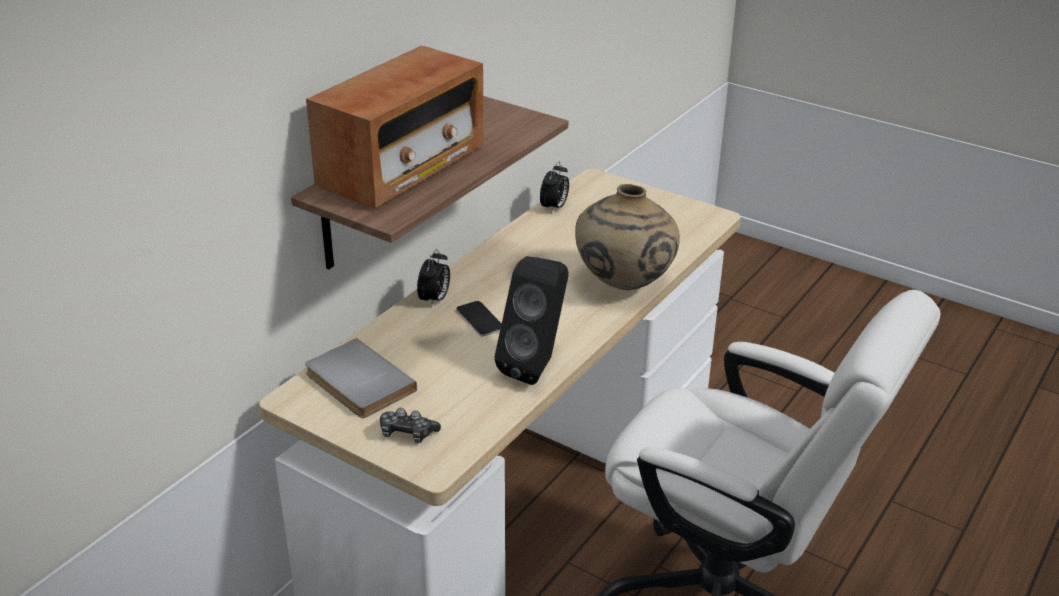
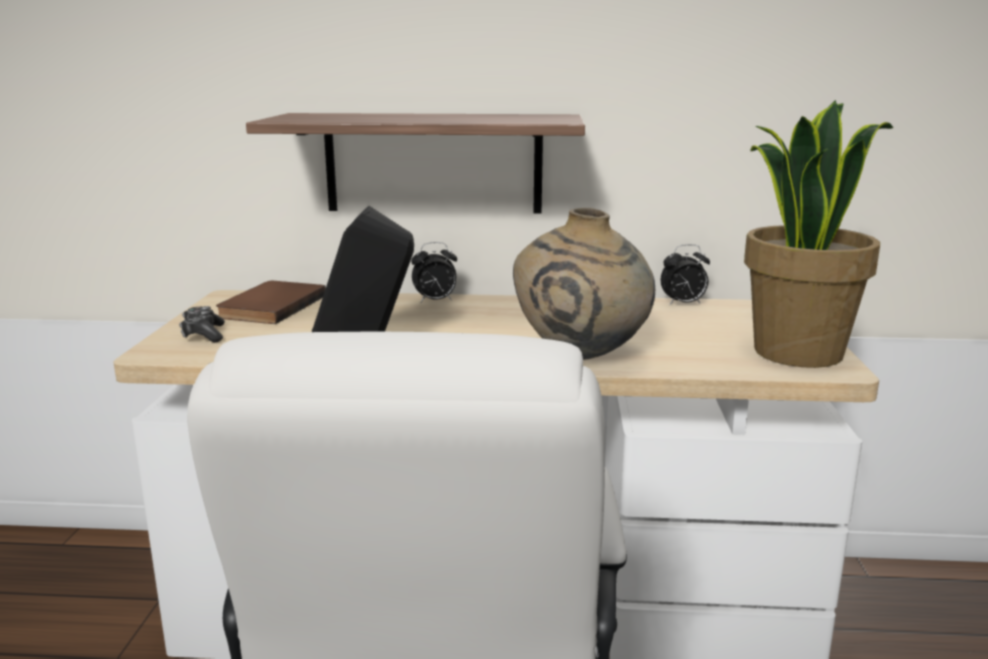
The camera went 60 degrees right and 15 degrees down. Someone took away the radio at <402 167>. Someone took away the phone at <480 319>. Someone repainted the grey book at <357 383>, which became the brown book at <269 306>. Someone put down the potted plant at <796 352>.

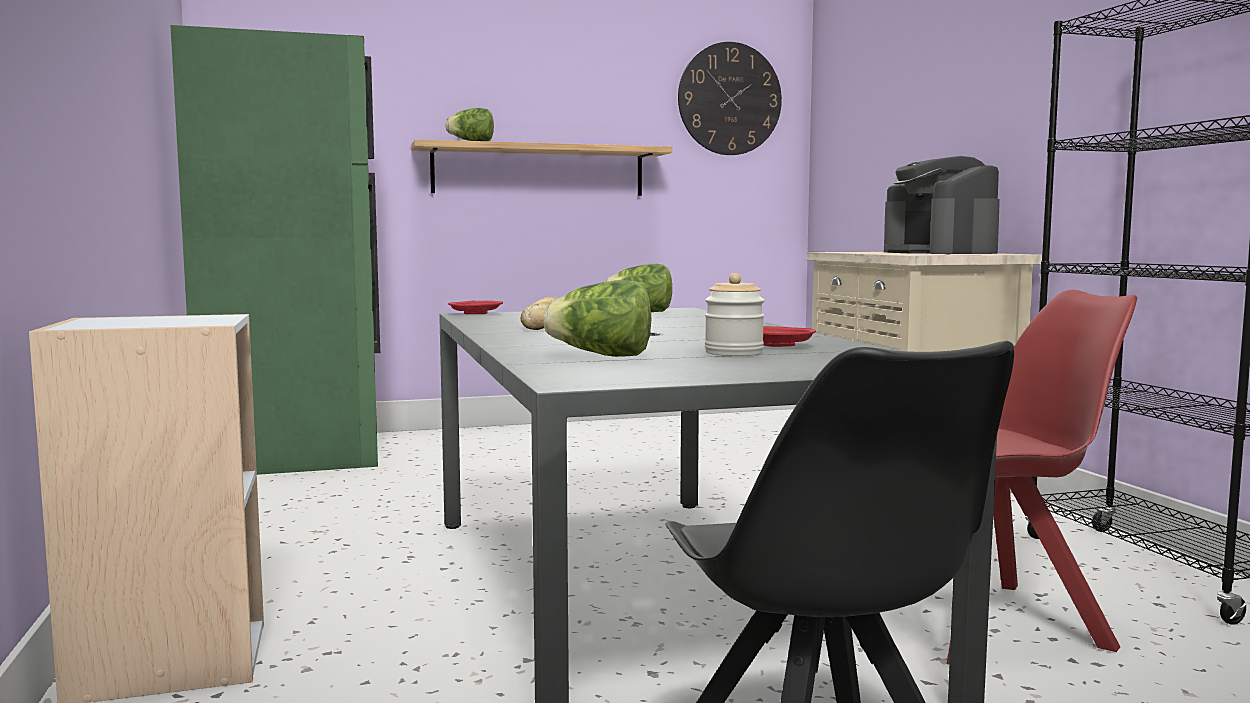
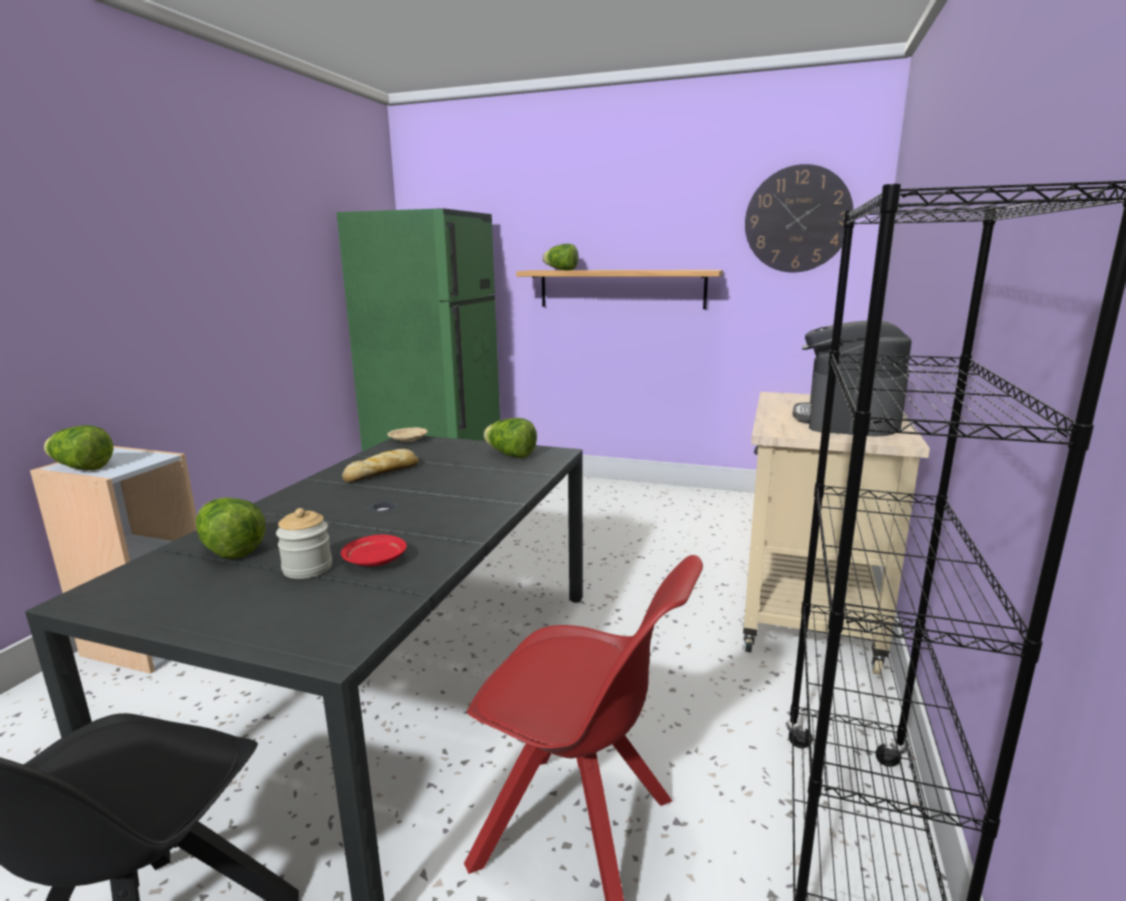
The camera went 35 degrees right and 10 degrees up. Someone repainted the red plate at <476 314>, which became the beige plate at <409 440>. Someone put down the lettuce at <82 468>.

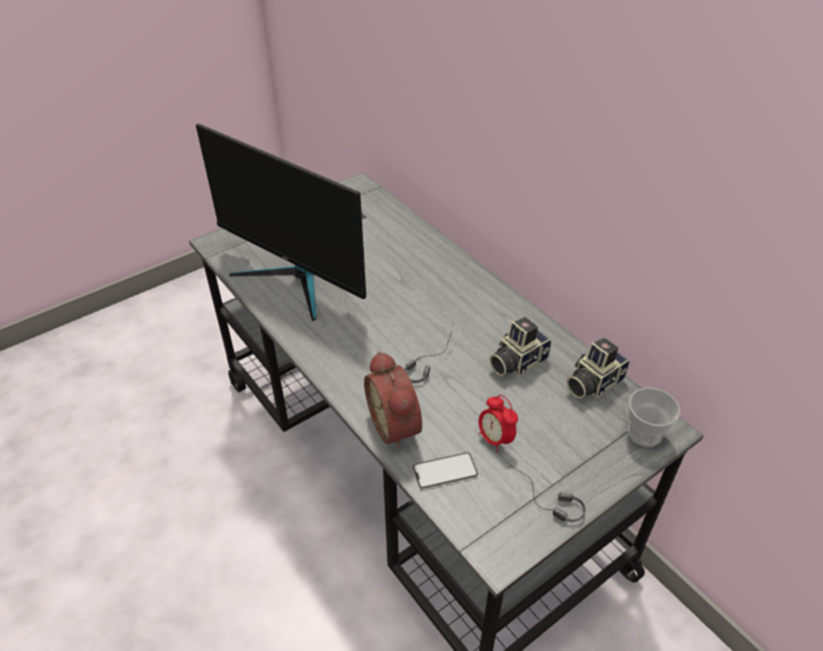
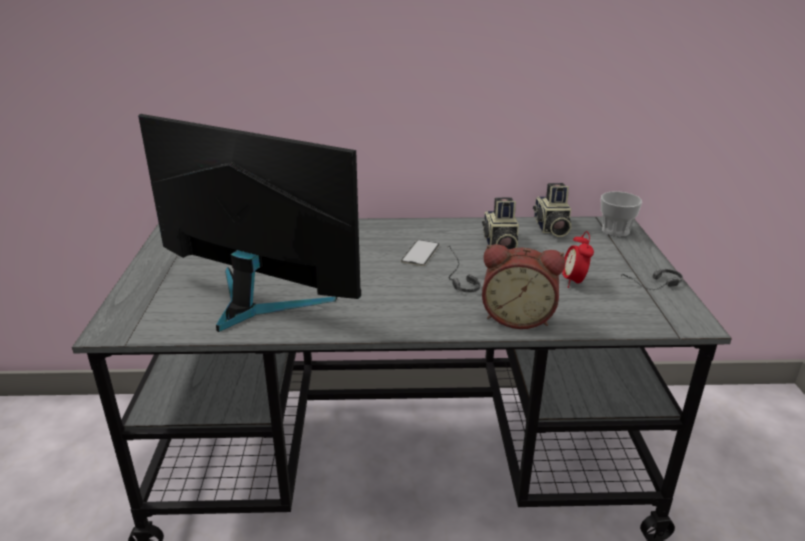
The camera went 55 degrees left and 15 degrees down. Someone rotated the monitor at <295 279> by 135 degrees counterclockwise. Someone rotated the alarm clock at <495 439> by 90 degrees clockwise. Someone carried the phone from <445 471> to <420 253>.

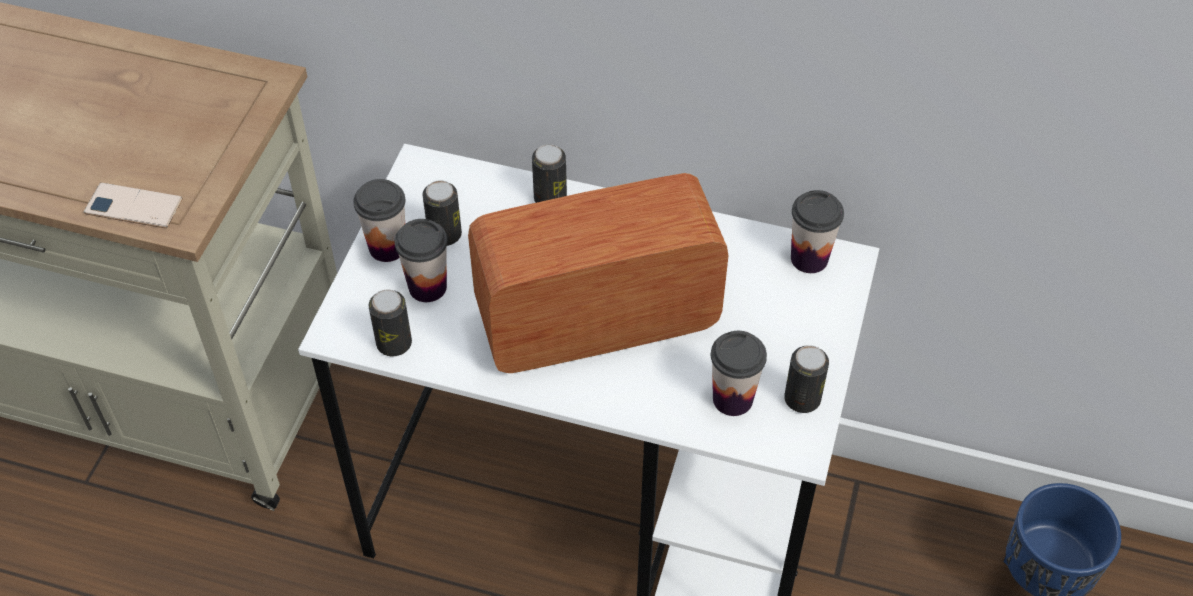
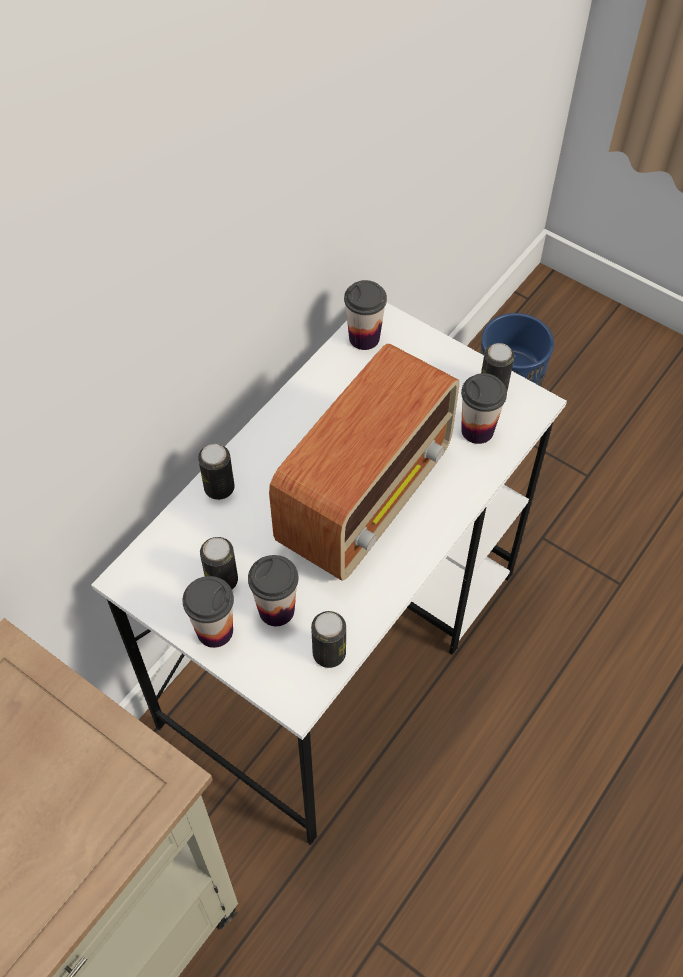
The camera went 70 degrees left and 5 degrees up. Someone rotated the radio at <594 321> by 150 degrees counterclockwise. Someone took away the phone at <133 206>.

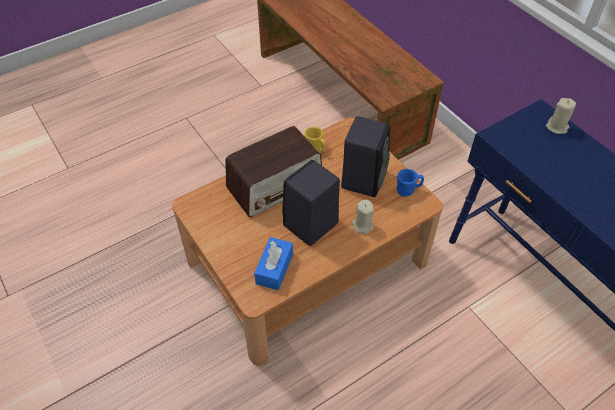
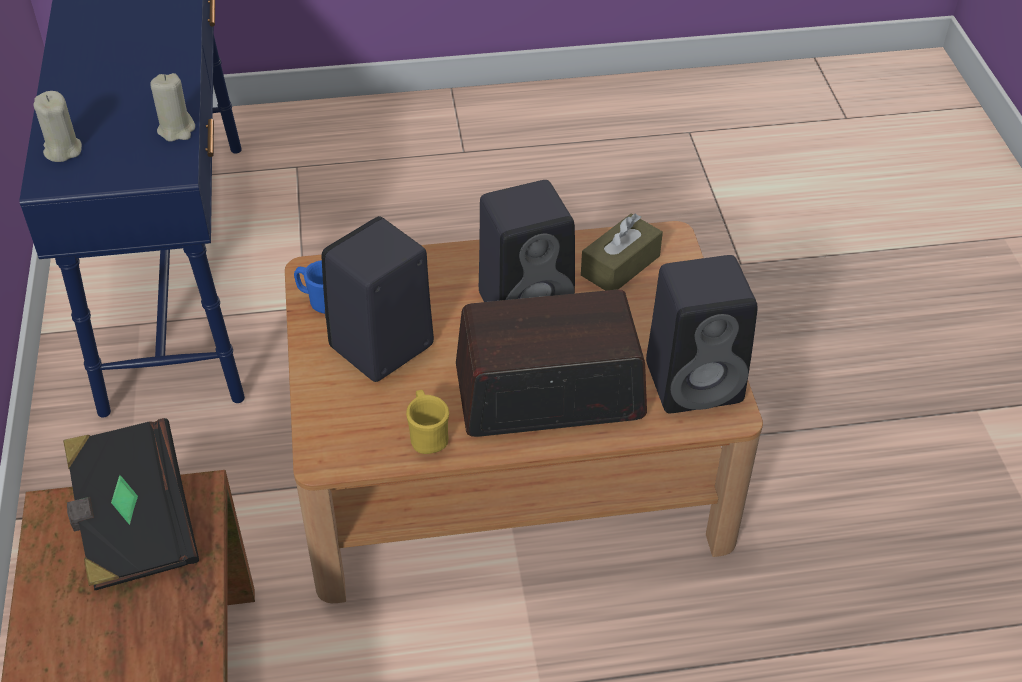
The camera went 155 degrees left and 5 degrees down. Someone carried the beige candle from <362 225> to <176 130>. Someone repainted the blue tissue box at <274 268>, which became the brown tissue box at <620 265>. Someone put down the black speaker at <696 381>. Someone put down the black book at <134 523>.

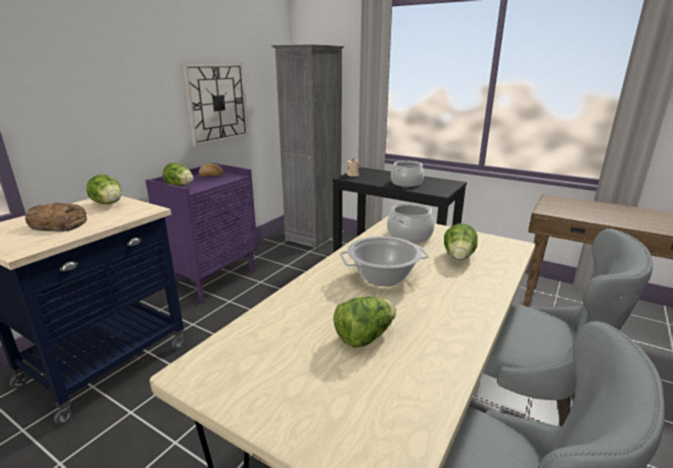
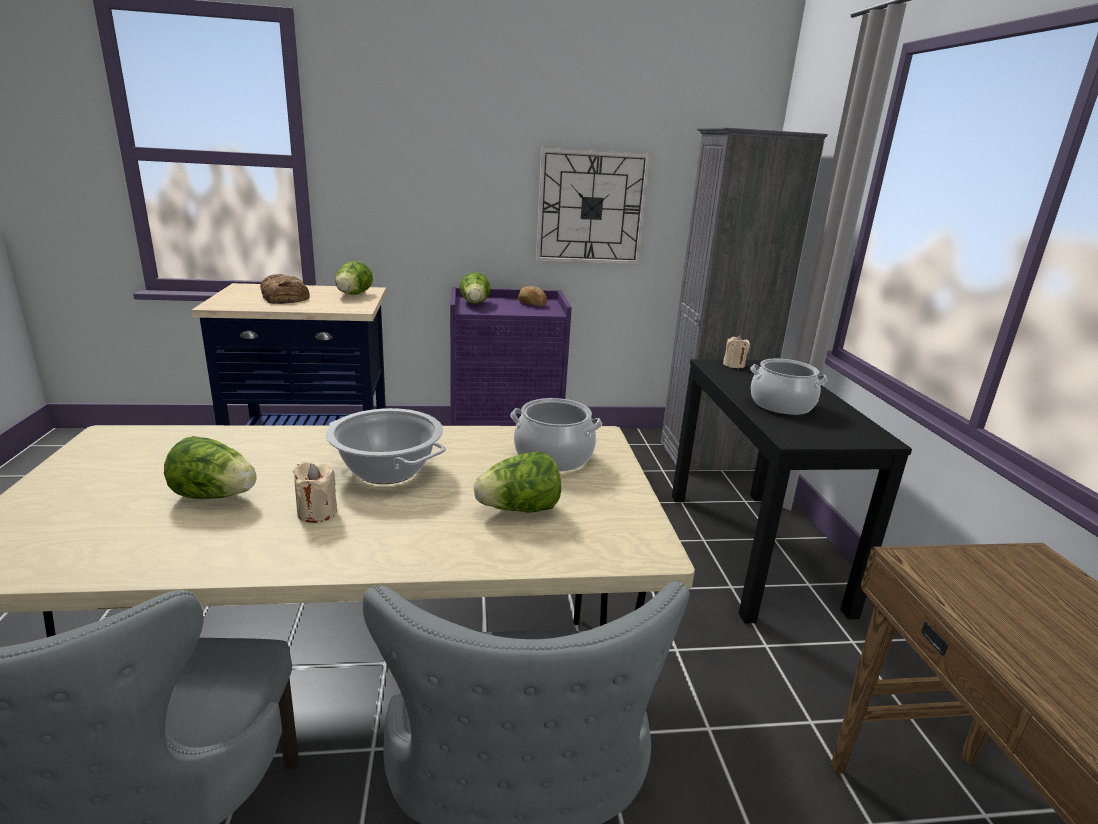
The camera went 50 degrees right and 0 degrees up. Someone put down the beige candle at <317 512>.

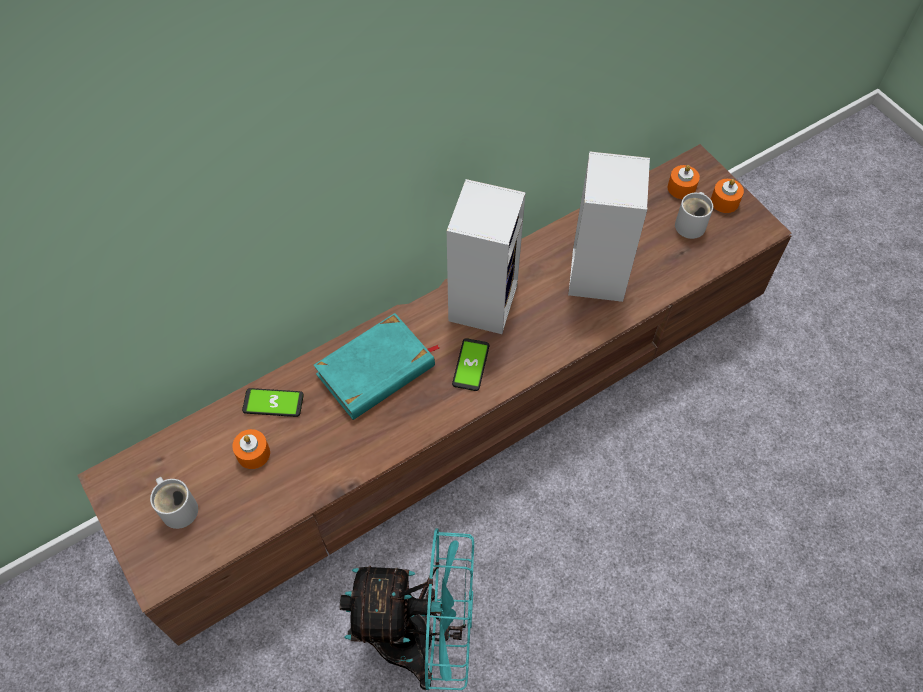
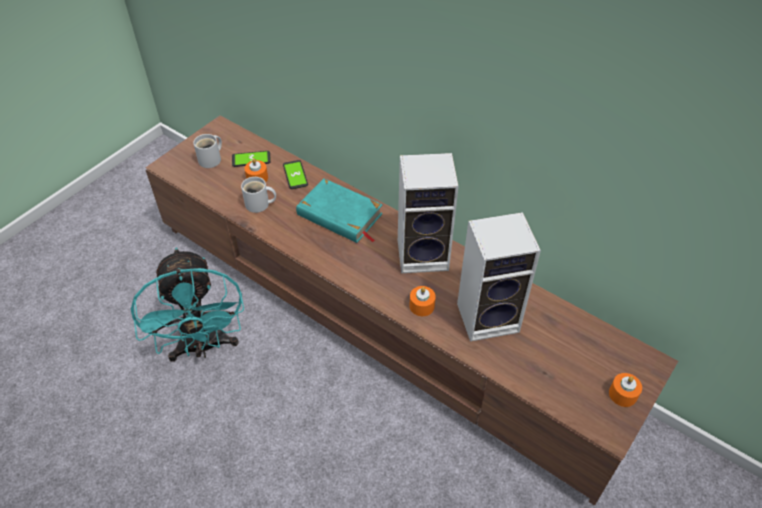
The camera went 70 degrees right and 10 degrees down. Someone carried the orange candle from <681 188> to <422 306>. Someone carried the white mug from <692 224> to <259 205>. Someone carried the phone from <471 365> to <251 159>.

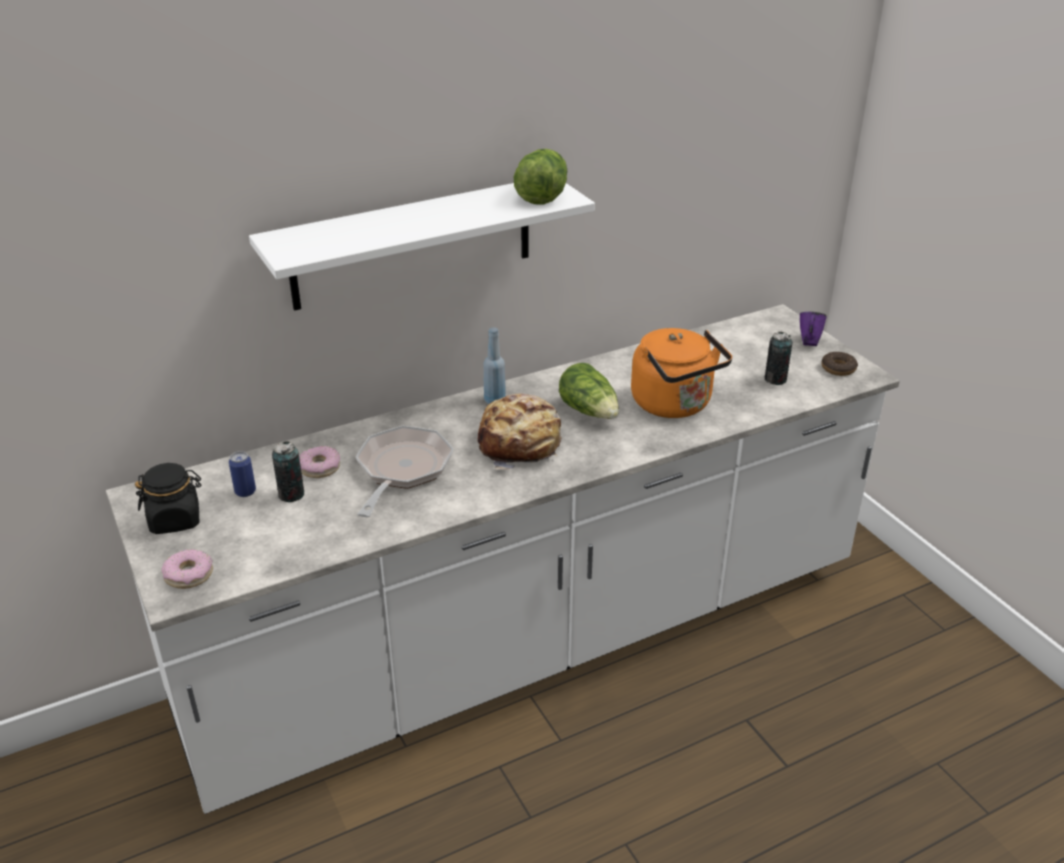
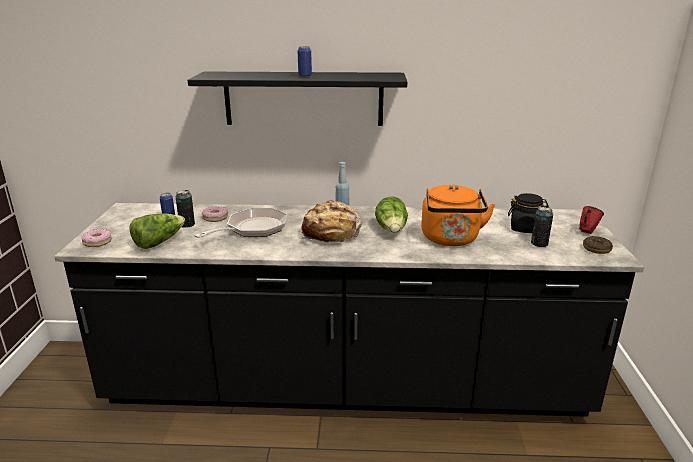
The camera went 30 degrees right and 10 degrees down. Someone carried the lettuce from <541 194> to <159 242>. Someone repainted the white shelf at <413 243>, which became the black shelf at <303 98>. Someone repainted the white counter at <532 643>, which became the black counter at <346 387>. Someone repainted the purple mug at <808 343>, which became the red mug at <587 231>. Someone carried the black jar from <175 519> to <525 228>. Someone put down the can at <305 76>.

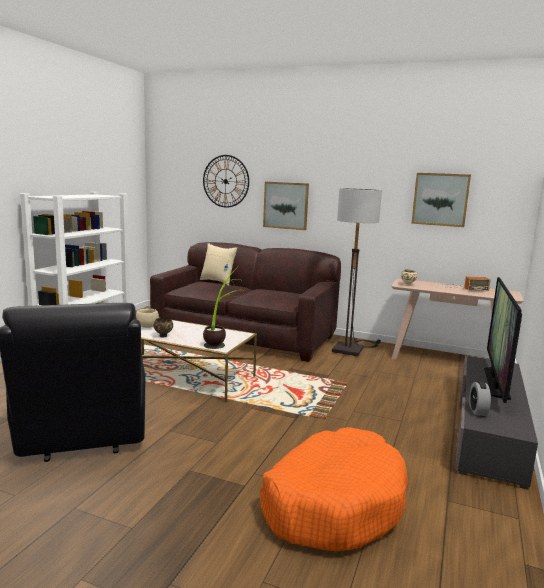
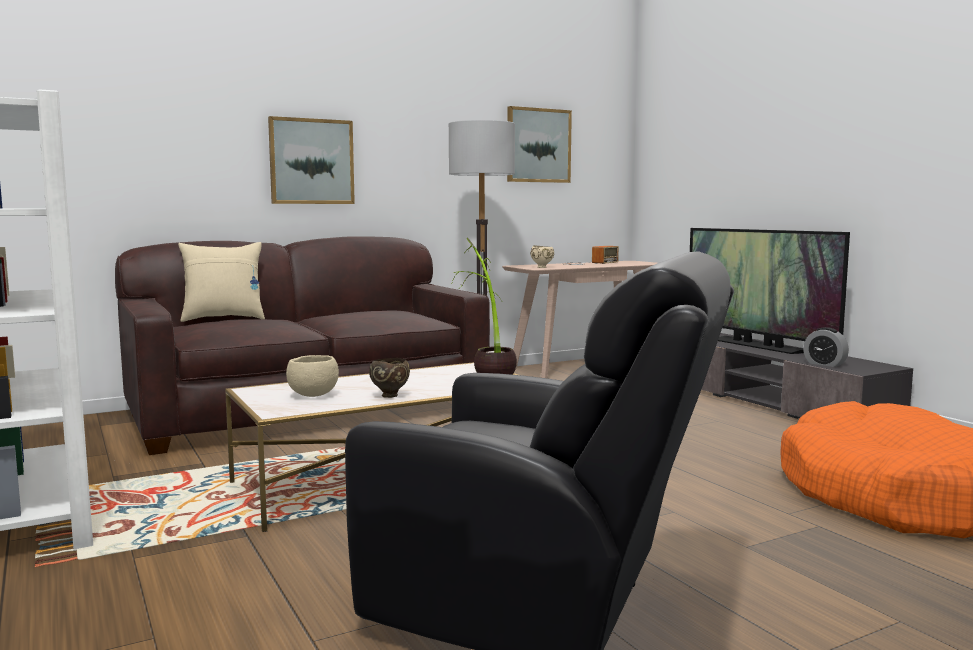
The camera went 50 degrees left and 5 degrees down. Someone took away the wall clock at <225 181>.

